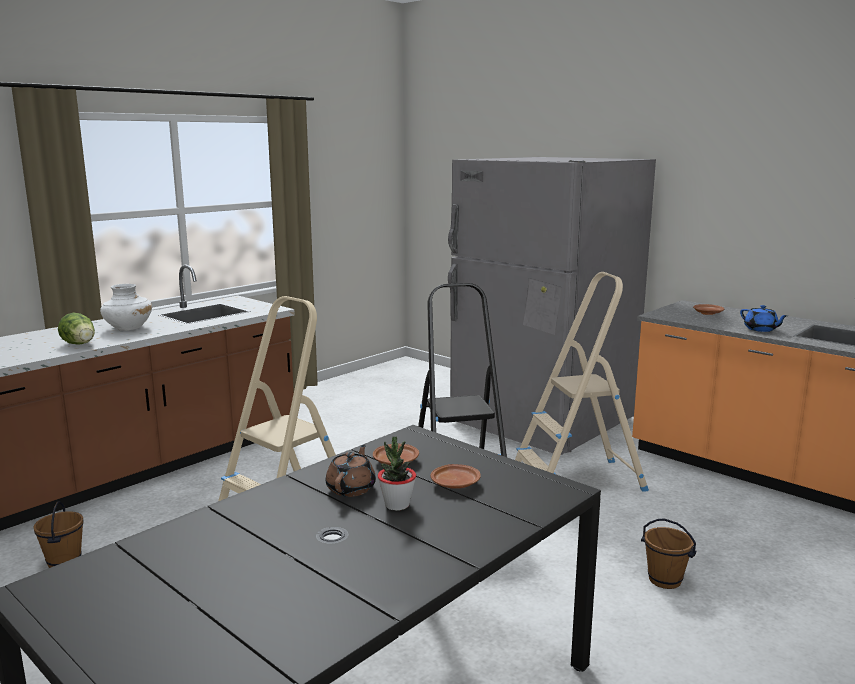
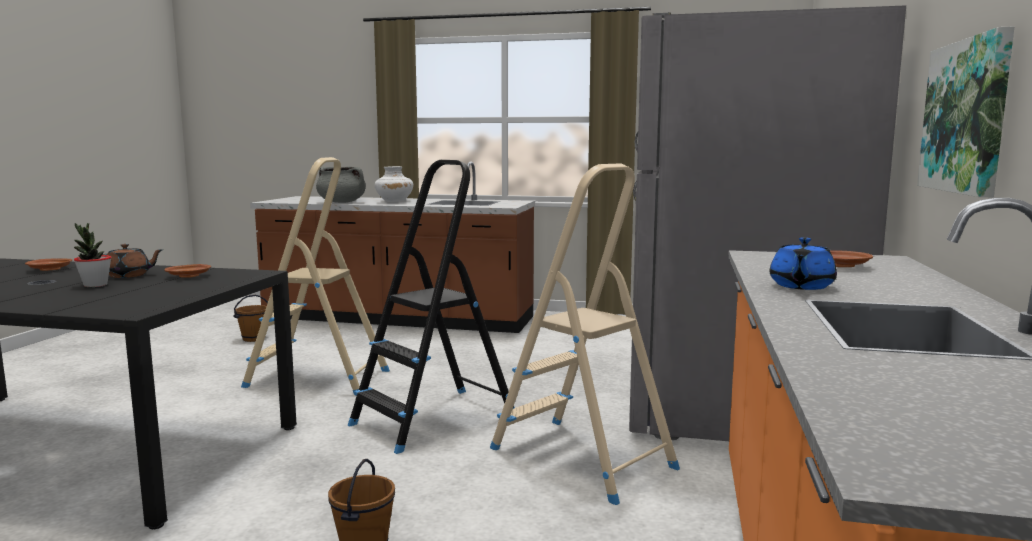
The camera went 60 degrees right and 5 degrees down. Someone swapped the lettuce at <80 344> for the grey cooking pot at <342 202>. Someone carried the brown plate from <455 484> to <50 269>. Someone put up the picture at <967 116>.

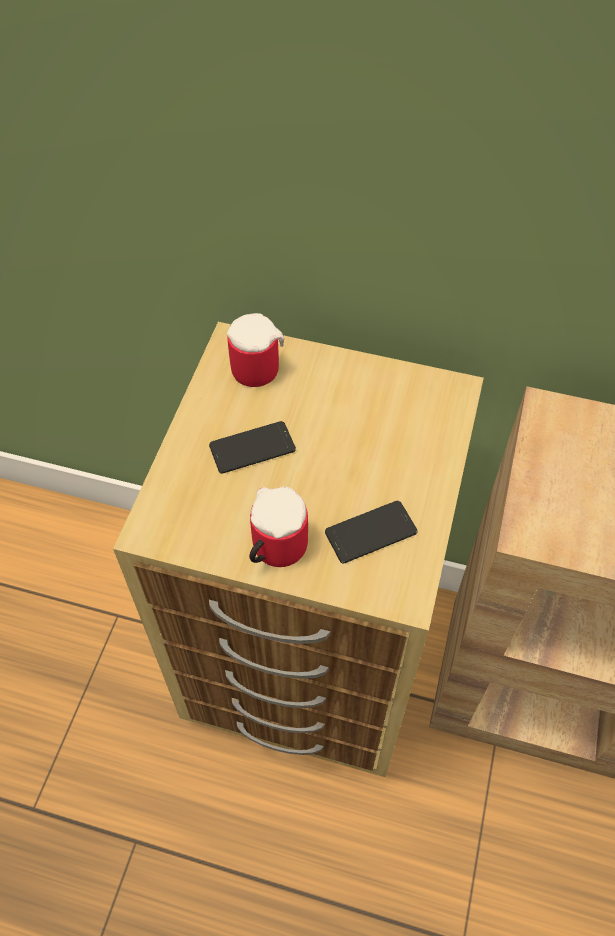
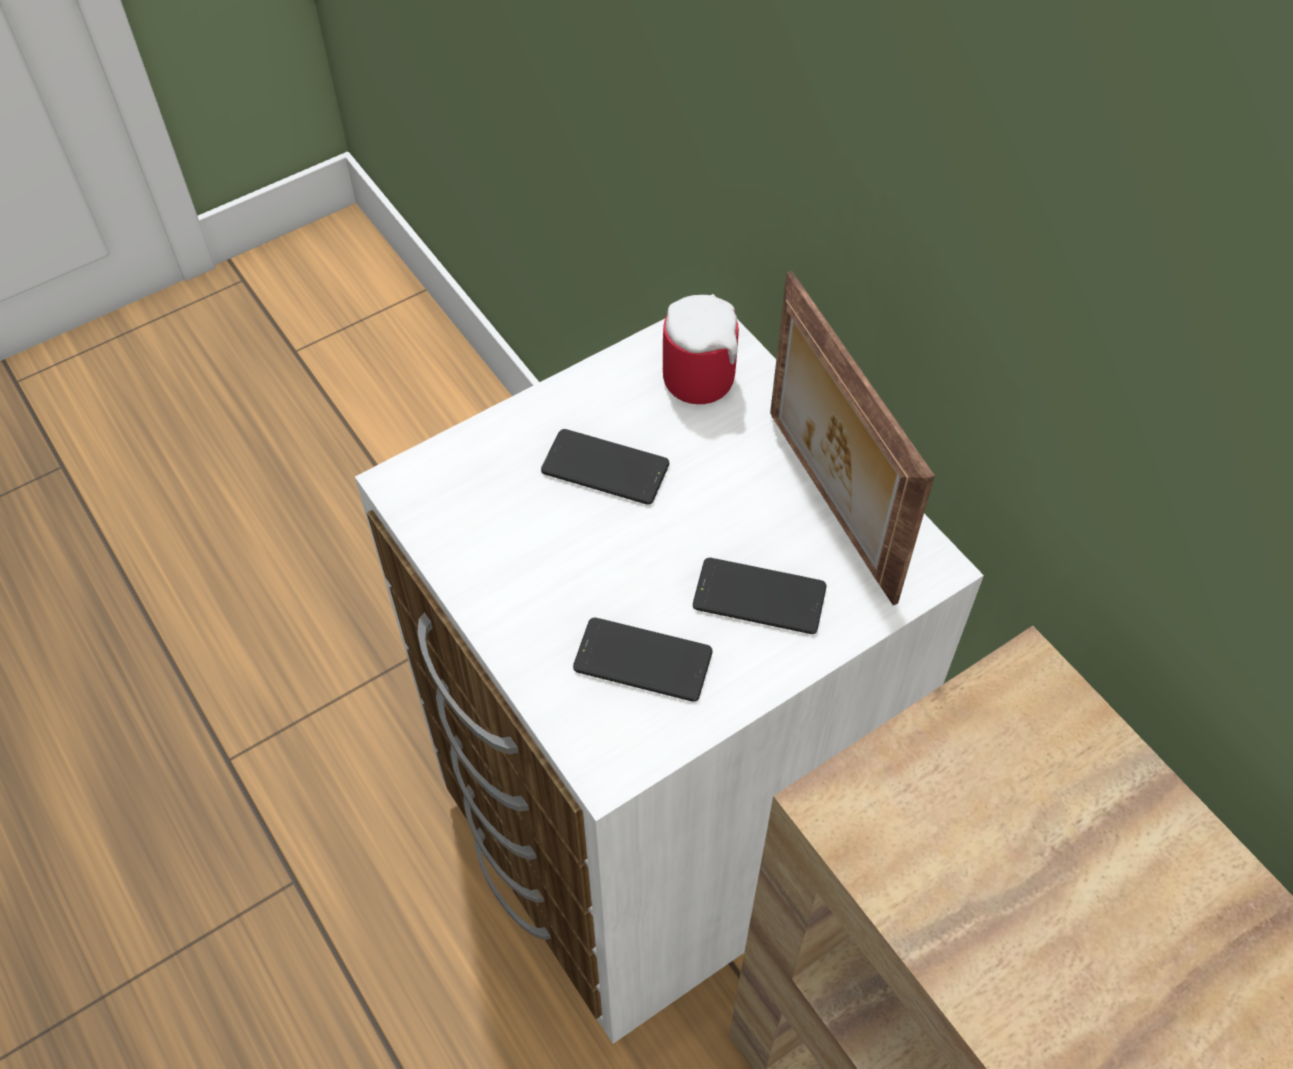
The camera went 40 degrees right and 0 degrees up. Someone repainted the brown dresser at <309 660>, which became the white dresser at <653 836>. Someone took away the mug at <273 549>. Someone put down the picture frame at <826 505>. Someone put down the phone at <759 597>.

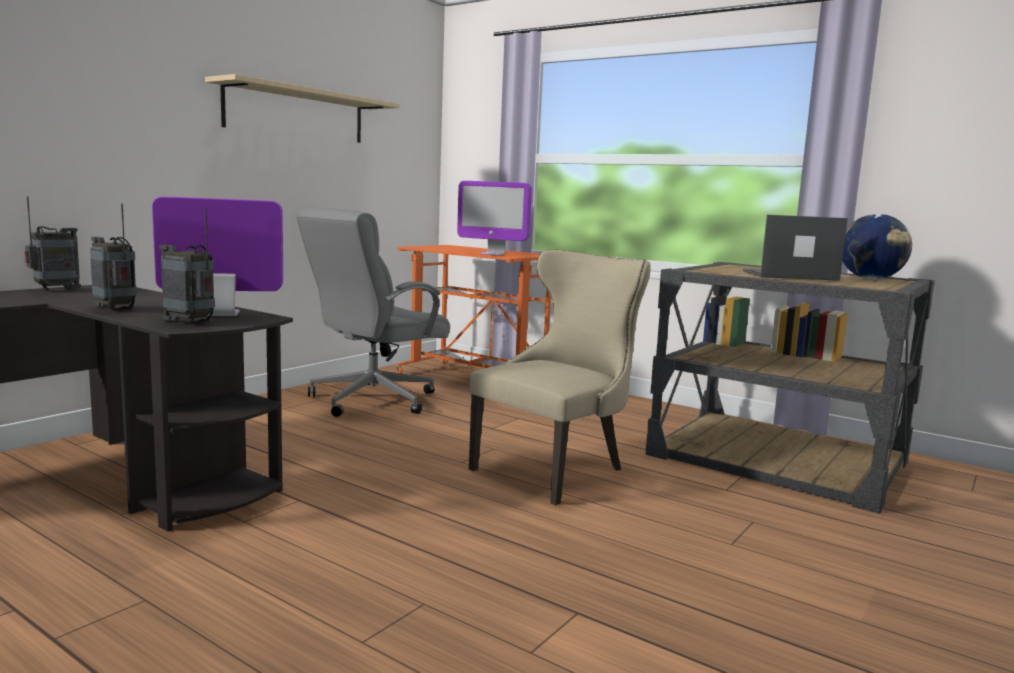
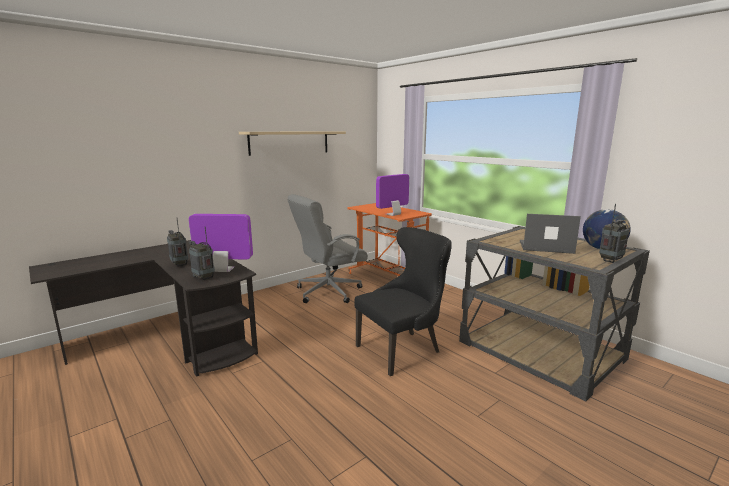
The camera went 15 degrees right and 5 degrees up. Someone rotated the monitor at <492 254> by 105 degrees clockwise. Someone carried the radio from <56 290> to <610 261>. Someone repainted the beige chair at <555 470>, which became the black chair at <402 349>.

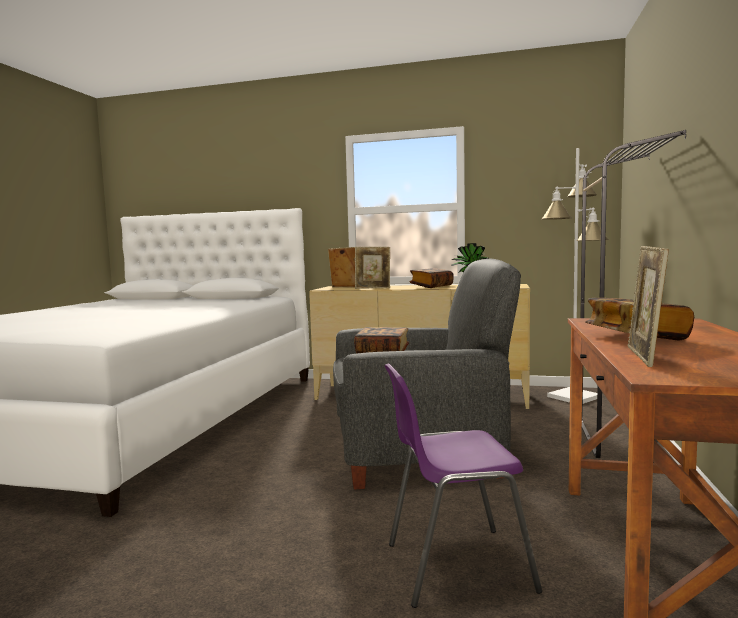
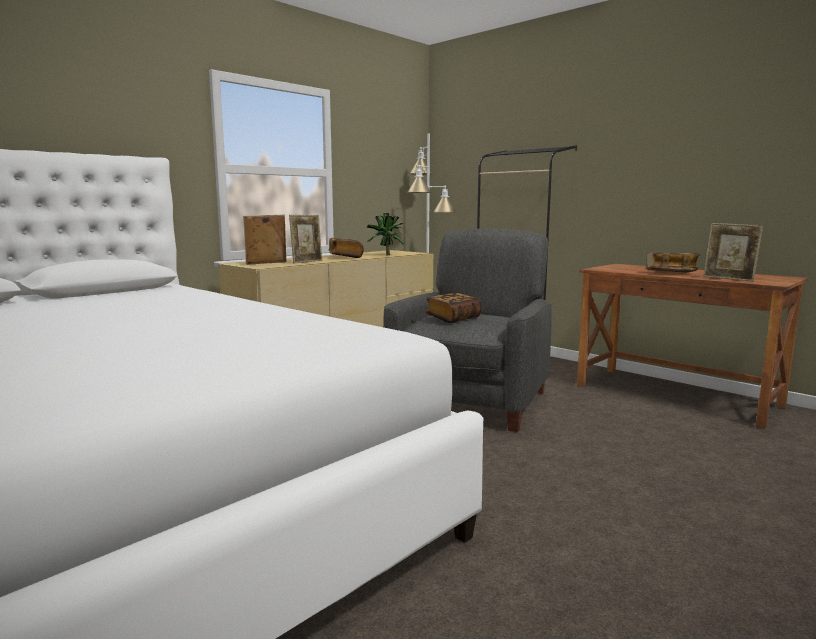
The camera went 60 degrees left and 5 degrees up. Someone took away the purple chair at <454 566>.

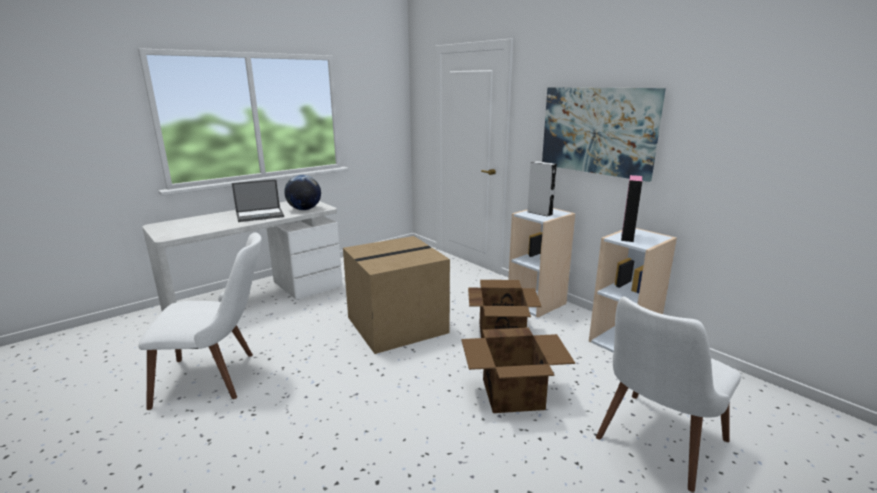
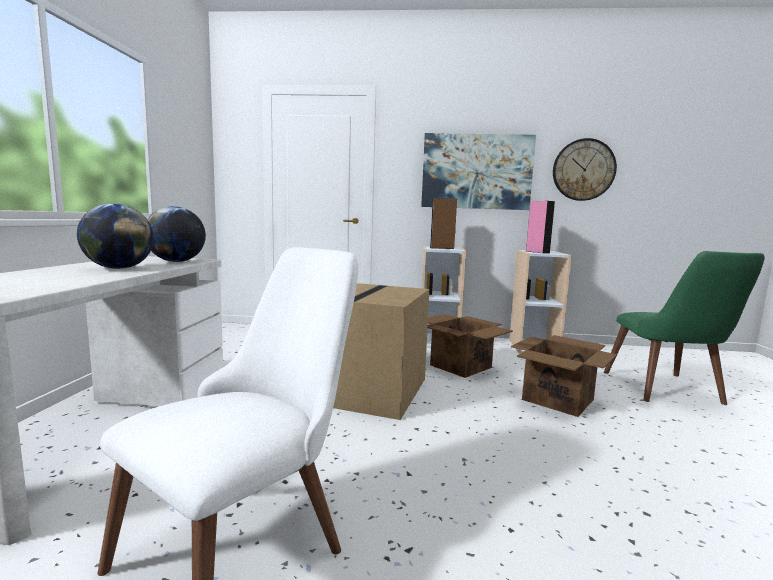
The camera went 45 degrees left and 10 degrees down. Someone repainted the grey speaker at <539 213>, which became the brown speaker at <442 248>. Someone swapped the laptop at <260 215> for the globe at <119 268>. Someone repainted the white chair at <654 447>, which became the green chair at <670 392>. Someone put up the wall clock at <583 170>.

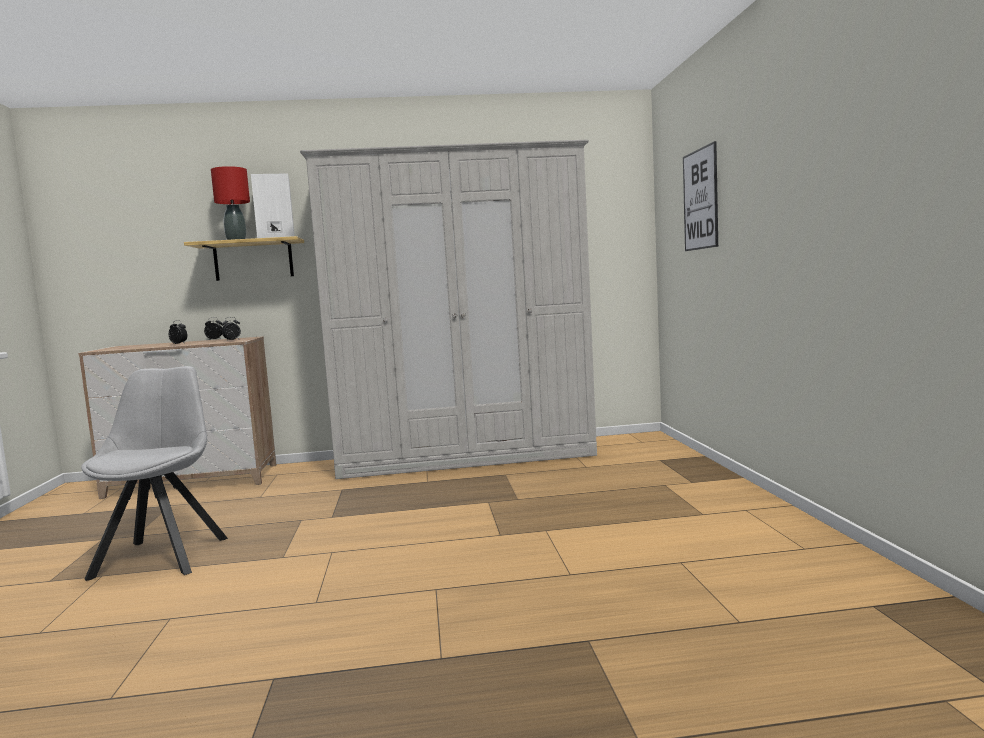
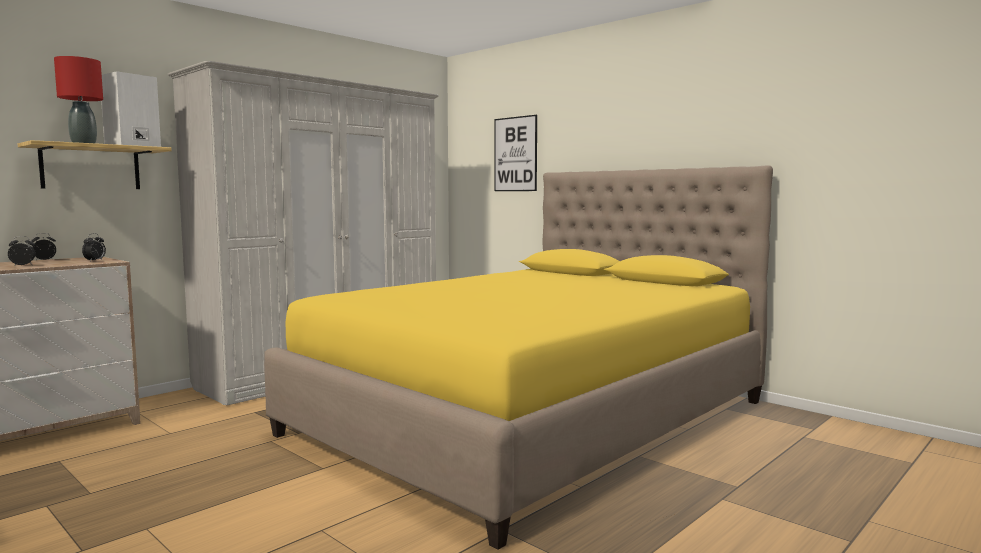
The camera went 40 degrees left and 0 degrees up. Someone took away the grey chair at <162 556>. Someone put down the yellow bed at <534 417>.

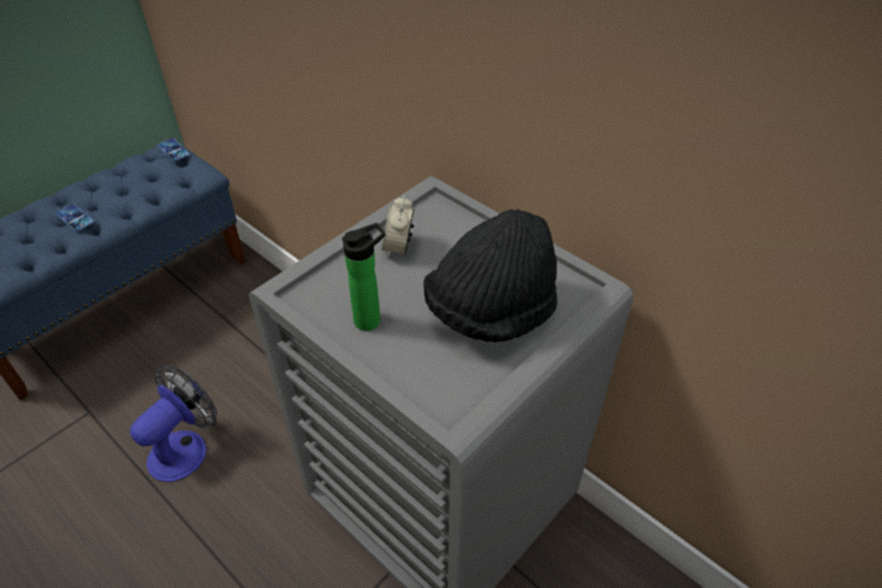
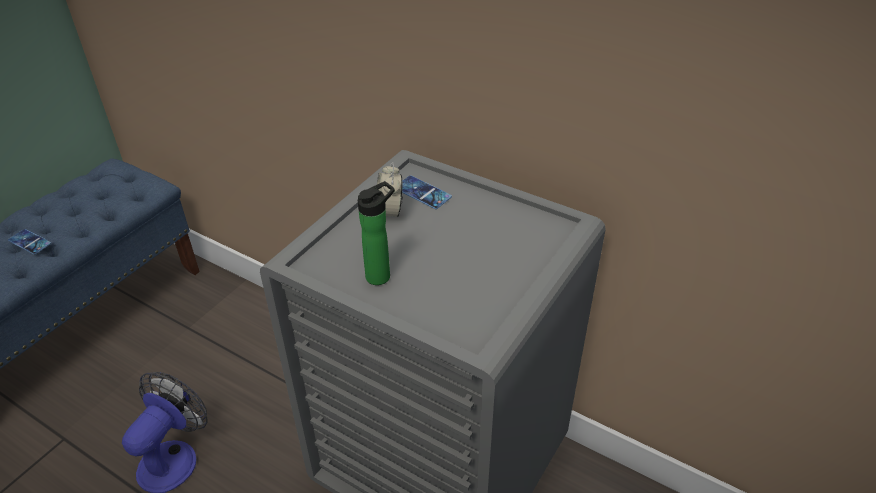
The camera went 10 degrees left and 5 degrees down. Someone carried the phone from <173 150> to <422 193>. Someone took away the black hat at <491 312>.

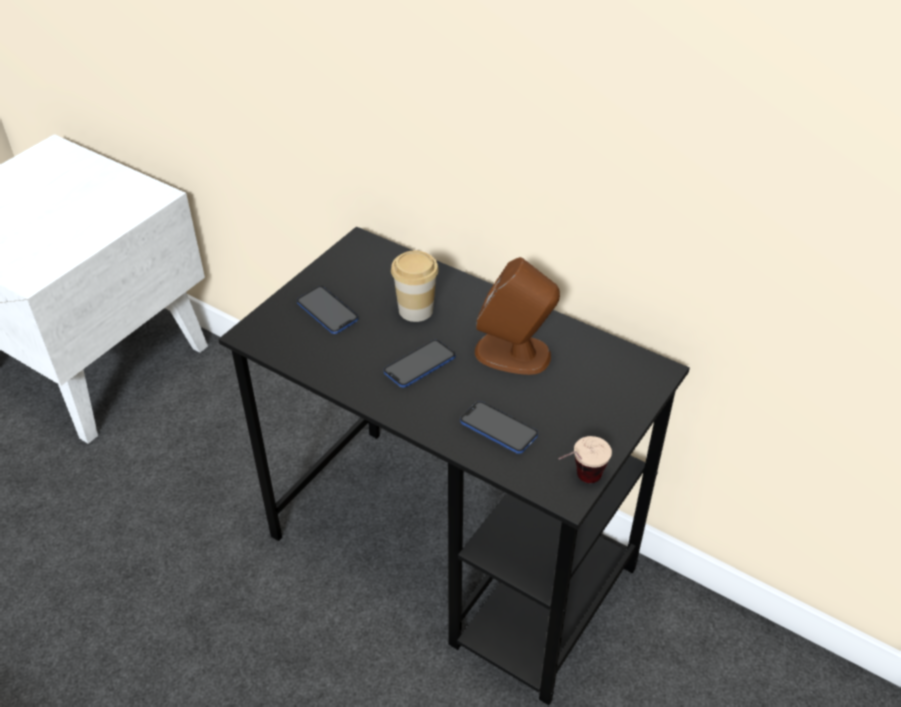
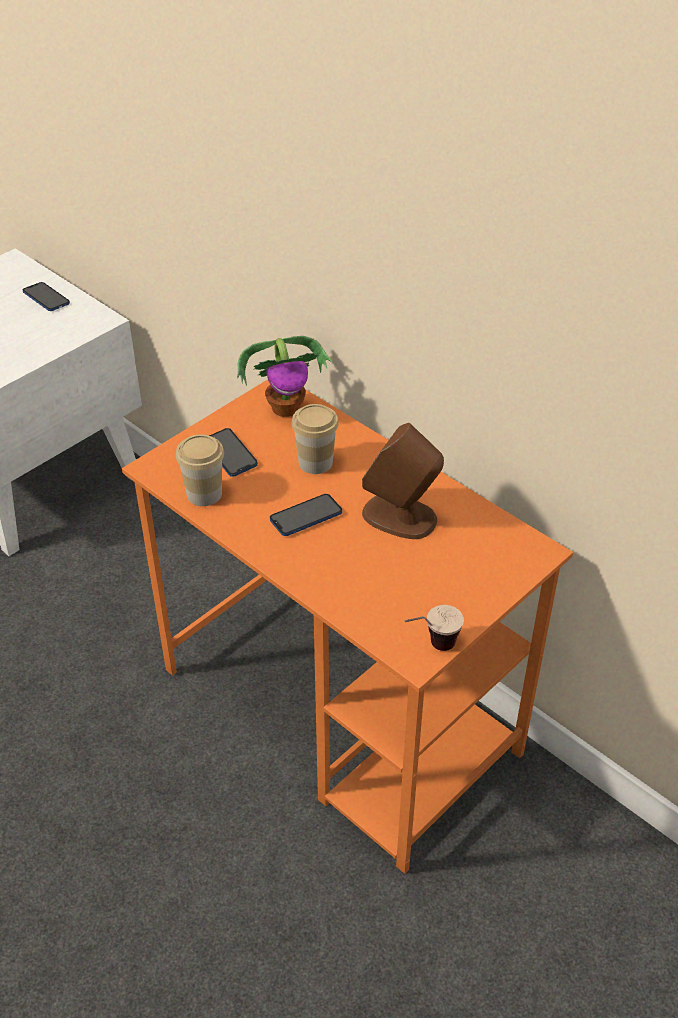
The camera went 10 degrees right and 0 degrees up. Someone repainted the black desk at <453 554>, which became the orange desk at <341 713>. Someone carried the phone from <498 429> to <46 298>. Someone put down the potted plant at <286 407>. Someone put down the cup at <204 494>.

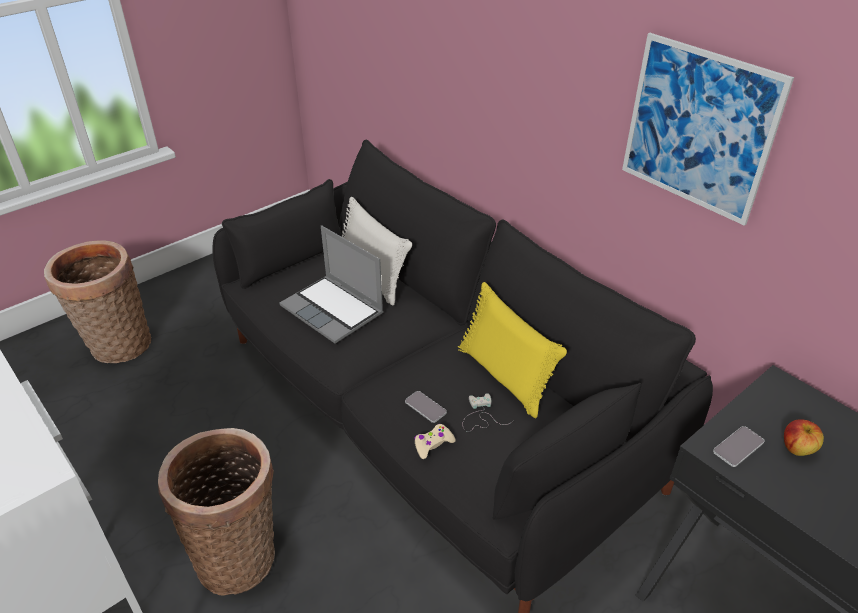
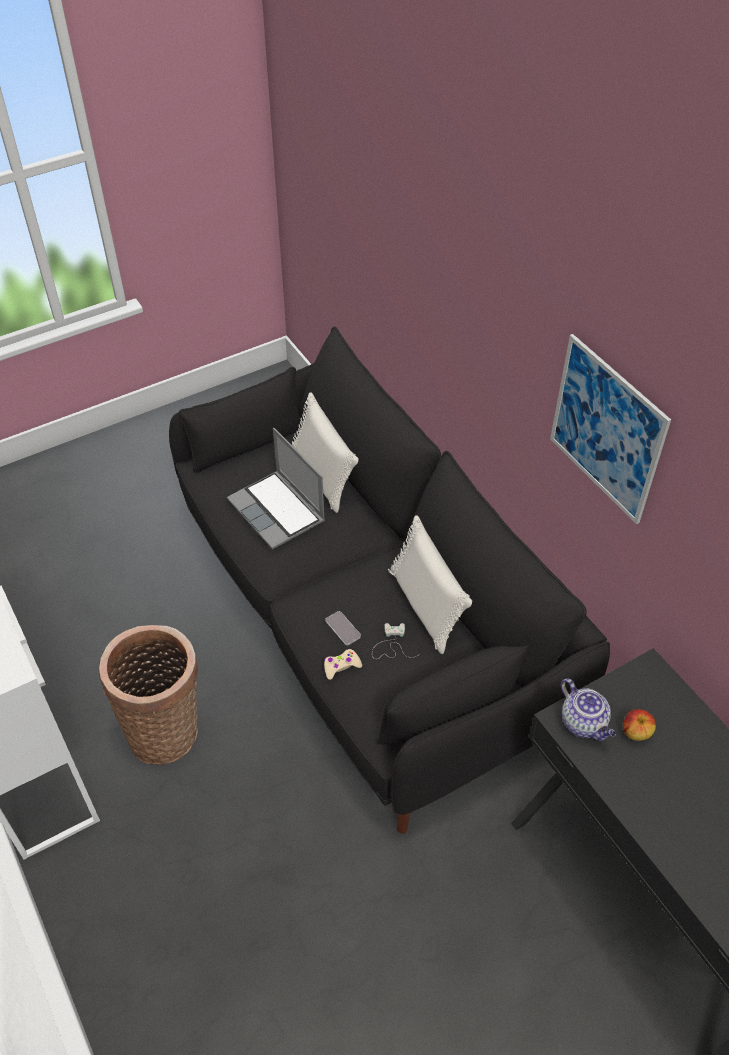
The camera went 10 degrees right and 10 degrees up. Someone took away the basket at <116 346>. Someone repainted the yellow pillow at <505 376>, which became the white pillow at <426 606>. Someone swapped the phone at <738 447> for the teapot at <584 723>.

